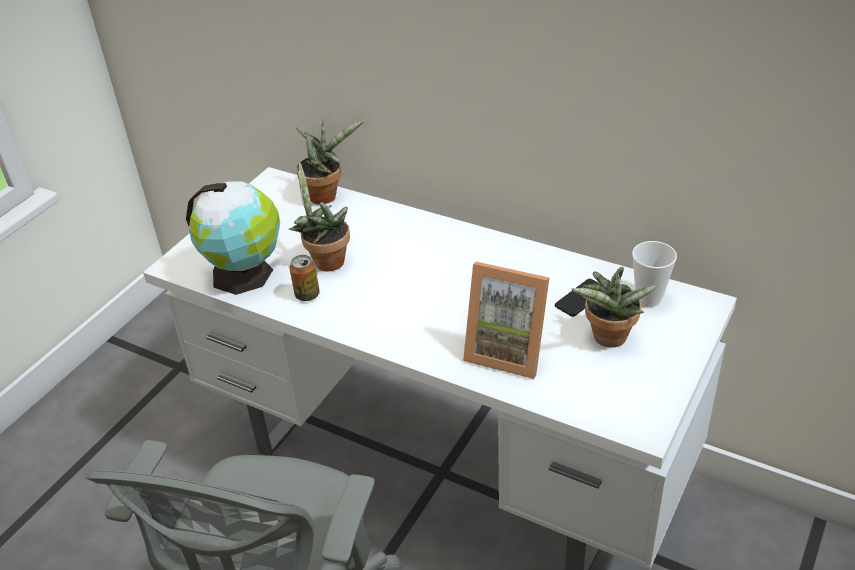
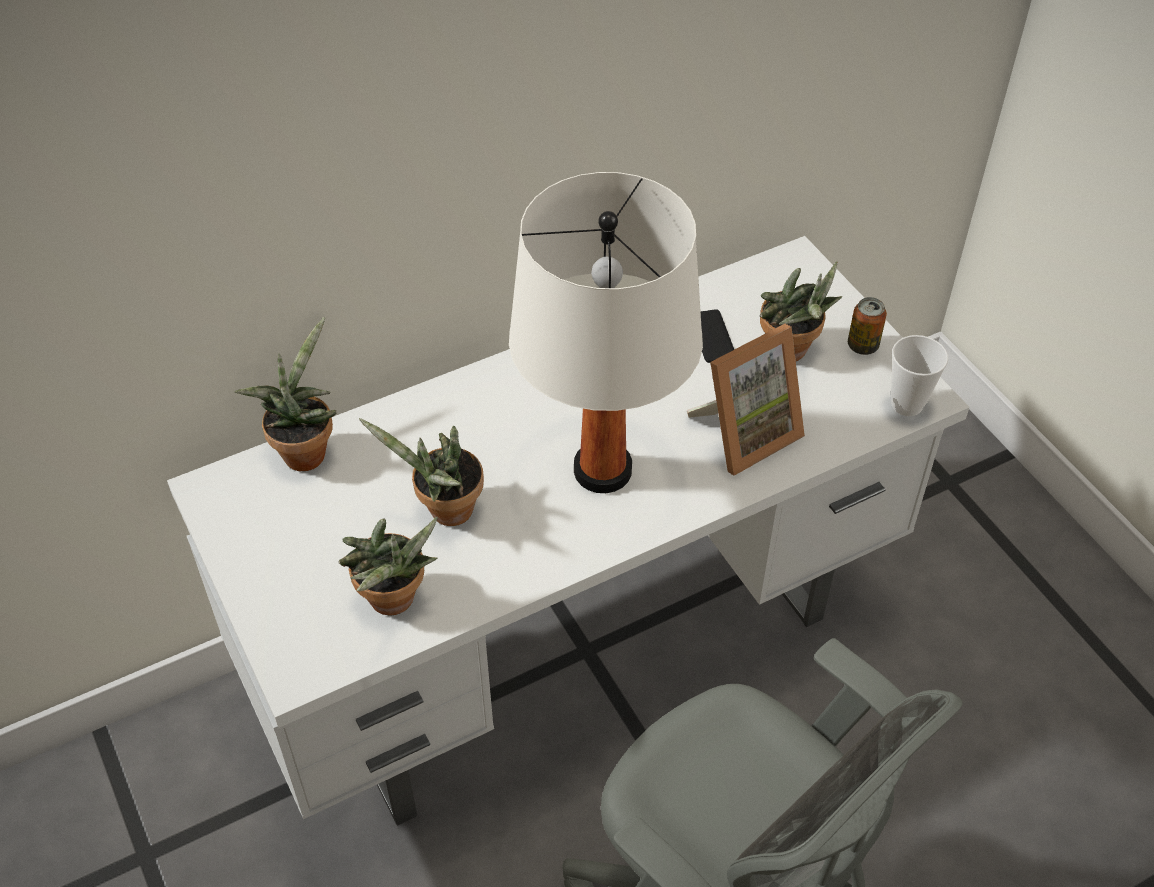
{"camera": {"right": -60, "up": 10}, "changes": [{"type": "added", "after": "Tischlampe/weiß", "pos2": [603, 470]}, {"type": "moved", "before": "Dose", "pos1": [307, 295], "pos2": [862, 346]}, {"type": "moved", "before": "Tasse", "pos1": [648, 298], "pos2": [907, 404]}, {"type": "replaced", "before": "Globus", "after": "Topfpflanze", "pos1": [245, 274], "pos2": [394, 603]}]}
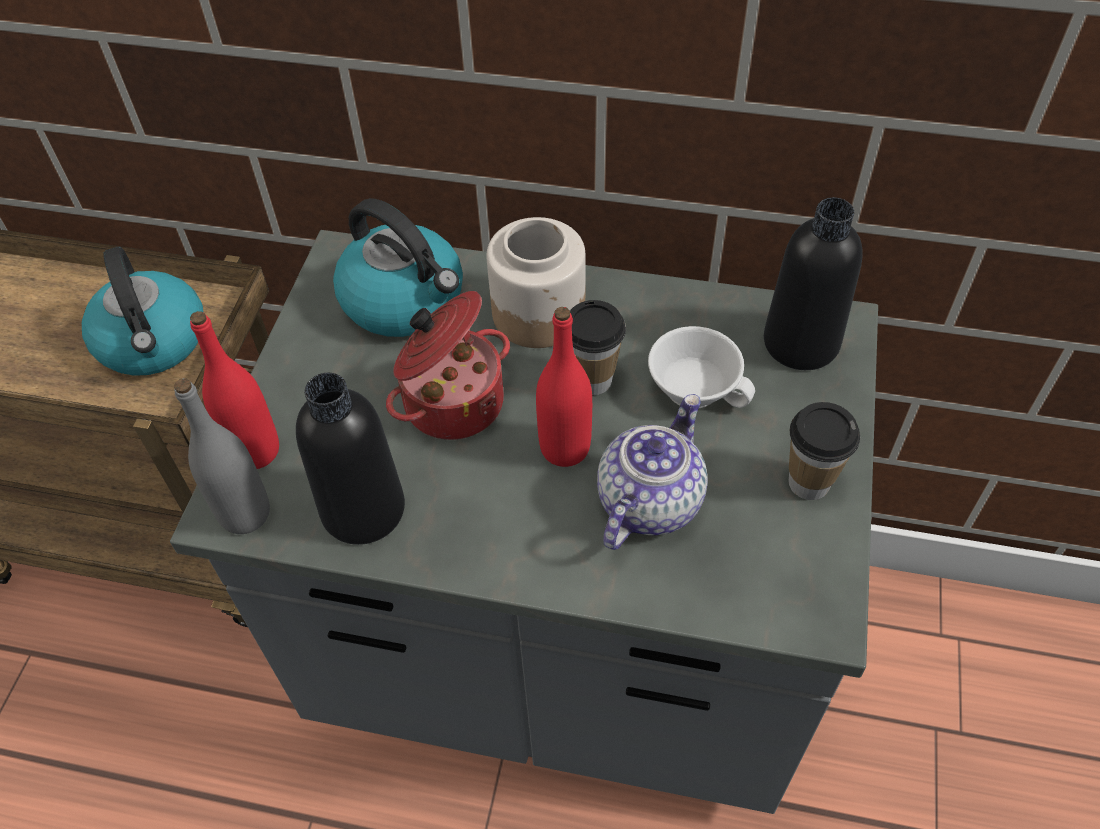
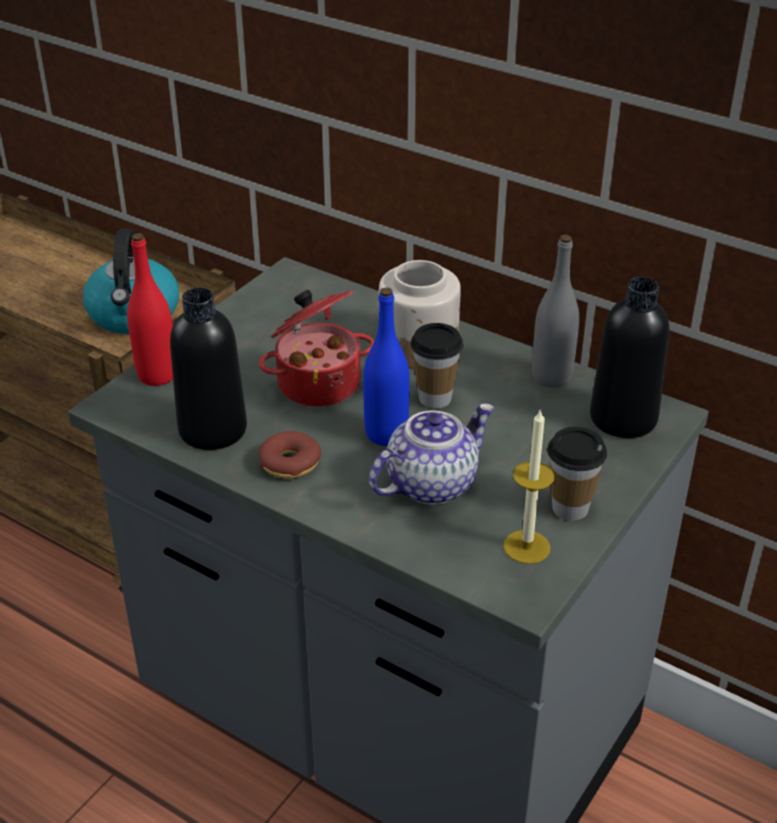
{"camera": {"right": 20, "up": -15}, "changes": [{"type": "removed", "before": "Wasserkessel", "pos1": [405, 300]}, {"type": "removed", "before": "Tasse/weiß", "pos1": [697, 386]}, {"type": "added", "after": "Donut", "pos2": [290, 463]}, {"type": "added", "after": "Kerze", "pos2": [526, 547]}, {"type": "moved", "before": "Flasche/grau", "pos1": [245, 514], "pos2": [551, 377]}, {"type": "recoloured", "before": "Flasche/rot", "after": "Flasche/blau", "pos1": [565, 448], "pos2": [386, 434]}]}
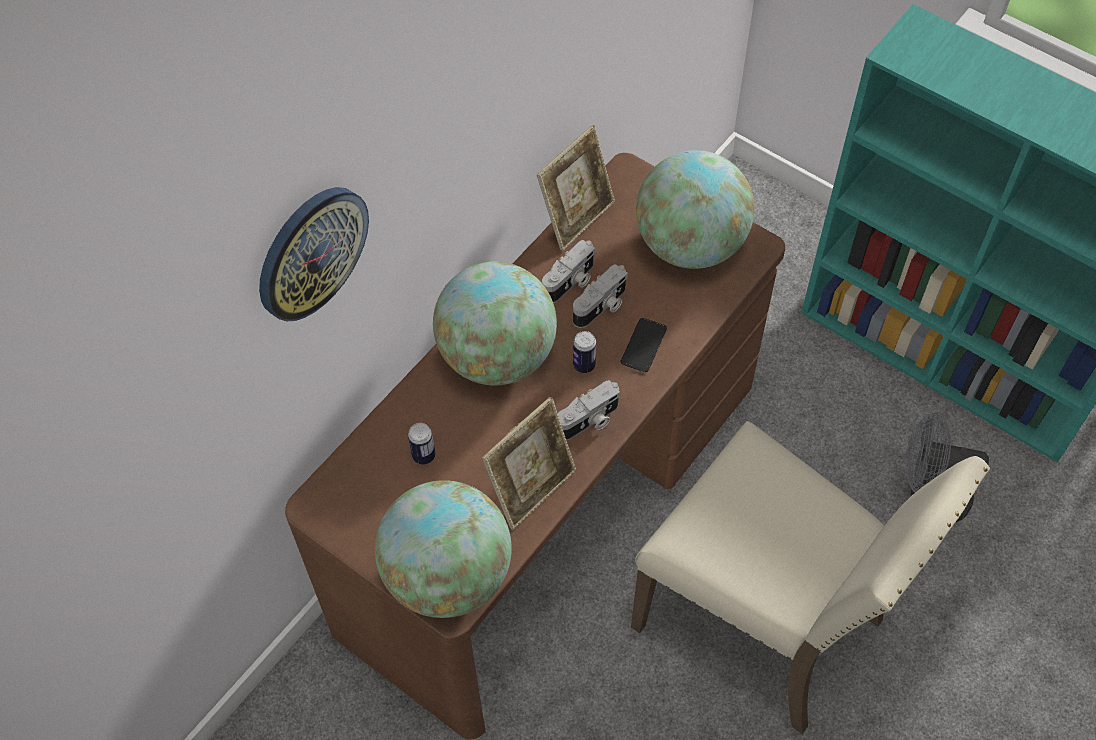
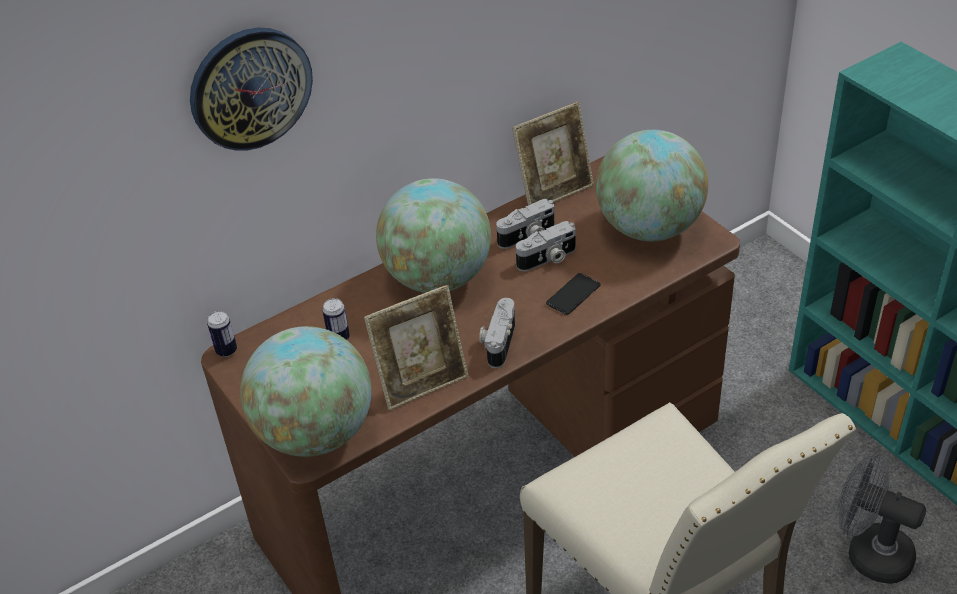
{"camera": {"right": 20, "up": -15}, "changes": [{"type": "moved", "before": "Dose", "pos1": [584, 365], "pos2": [226, 350]}, {"type": "turned", "before": "Kamera", "pos1": [589, 421], "pos2": [497, 342], "turn": 120}]}
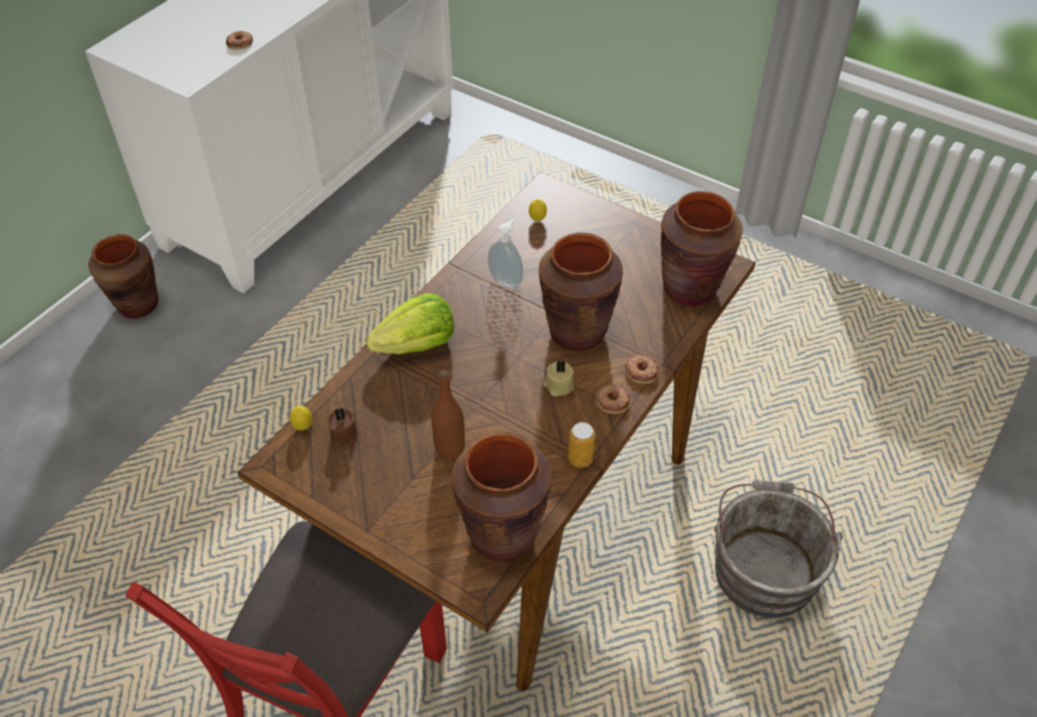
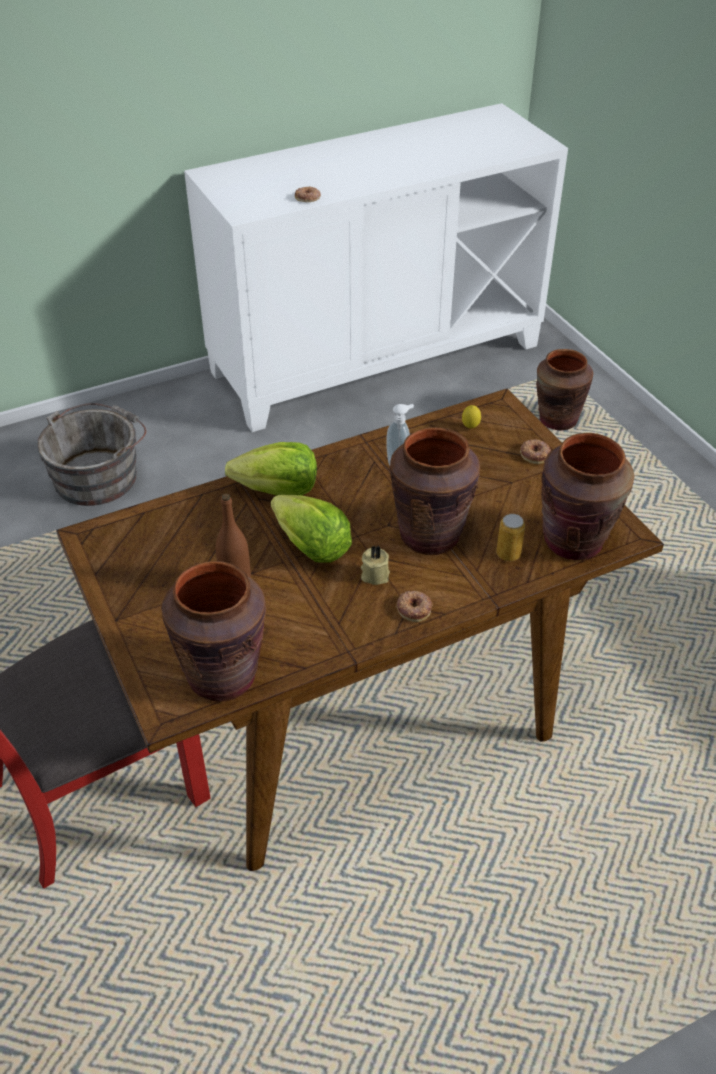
{"camera": {"right": 30, "up": -5}, "changes": [{"type": "removed", "before": "Zitrone", "pos1": [303, 427]}, {"type": "removed", "before": "Kerze/braun", "pos1": [342, 435]}, {"type": "added", "after": "Salatkopf", "pos2": [311, 546]}, {"type": "moved", "before": "Vase/braun", "pos1": [137, 305], "pos2": [557, 420]}, {"type": "moved", "before": "Dose", "pos1": [580, 459], "pos2": [508, 554]}, {"type": "moved", "before": "Donut", "pos1": [641, 371], "pos2": [535, 454]}, {"type": "moved", "before": "Eimer/grau", "pos1": [764, 566], "pos2": [99, 475]}]}
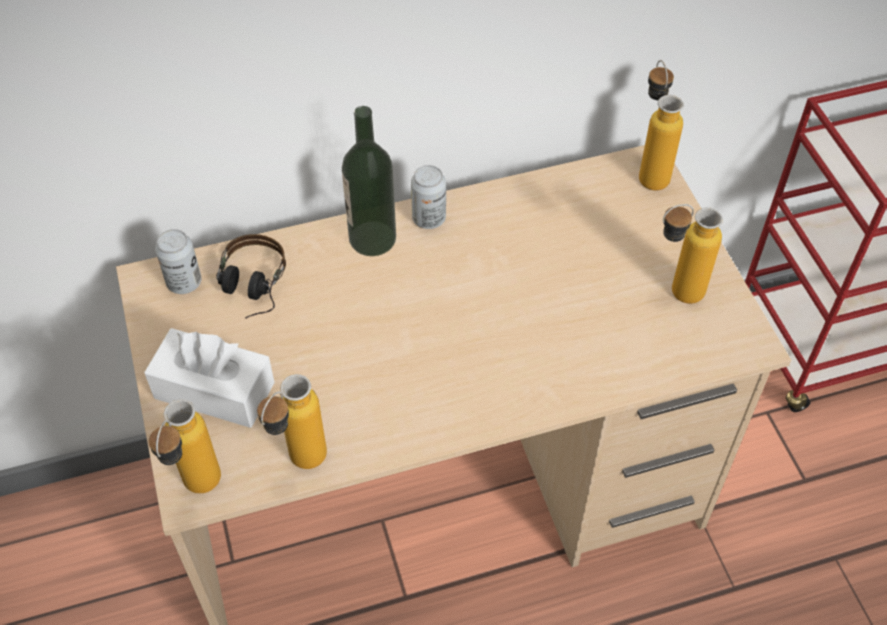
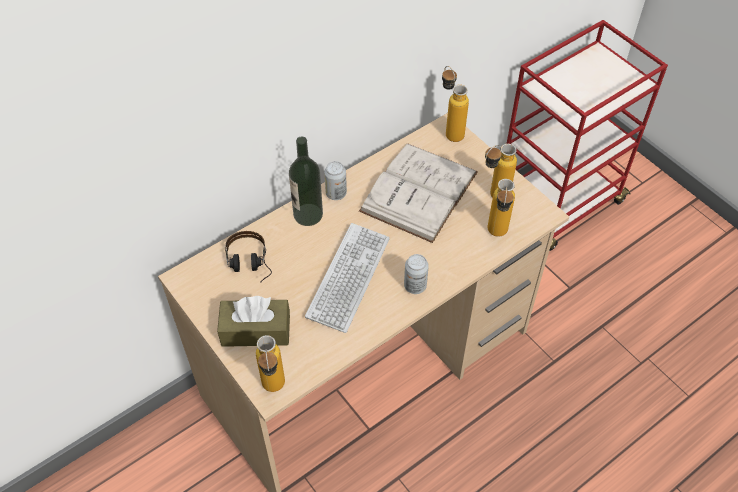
{"camera": {"right": -20, "up": 0}, "changes": [{"type": "added", "after": "Tastatur", "pos2": [348, 278]}, {"type": "added", "after": "Buch/weiß", "pos2": [419, 191]}, {"type": "moved", "before": "Dose", "pos1": [184, 282], "pos2": [415, 286]}, {"type": "moved", "before": "Flasche", "pos1": [299, 466], "pos2": [496, 236]}, {"type": "recoloured", "before": "Taschentuchbox/weiß", "after": "Taschentuchbox/braun", "pos1": [214, 390], "pos2": [256, 330]}]}
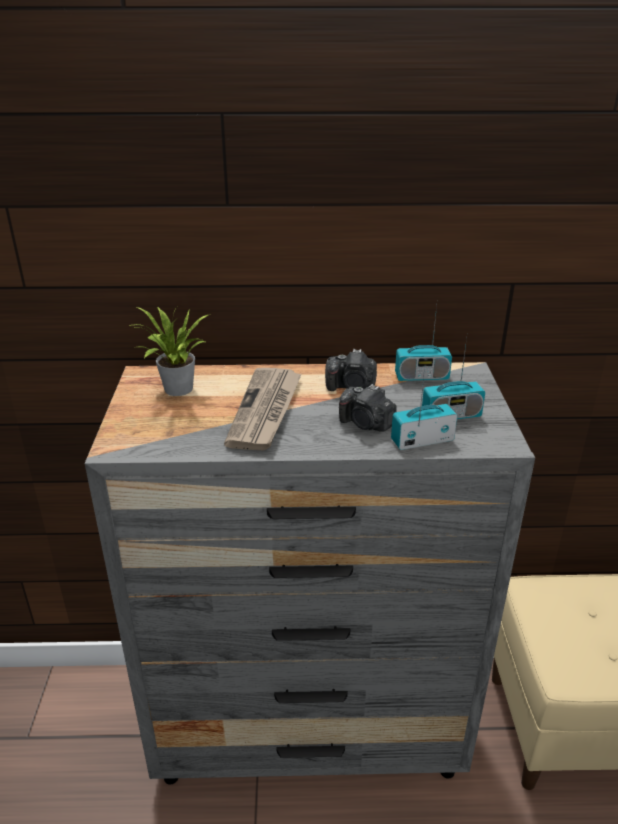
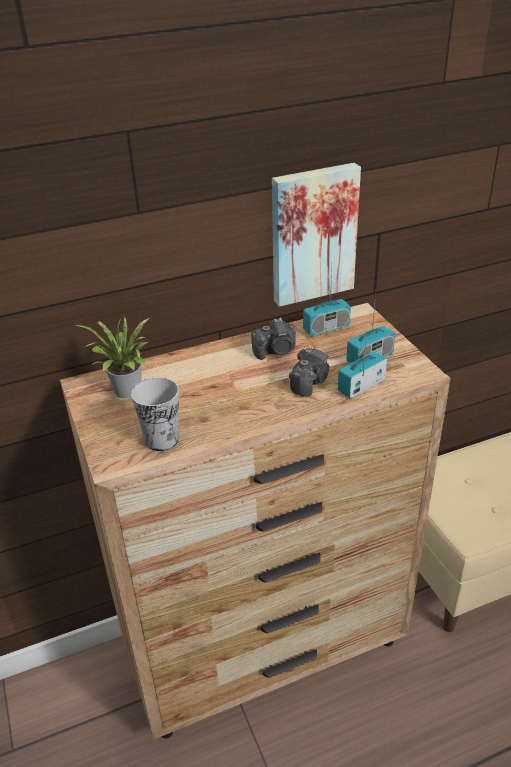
{"camera": {"right": -20, "up": 5}, "changes": [{"type": "removed", "before": "Zeitung", "pos1": [266, 411]}, {"type": "added", "after": "Tasse", "pos2": [162, 440]}, {"type": "added", "after": "Bild", "pos2": [312, 234]}, {"type": "recoloured", "before": "Kommode/grau", "after": "Kommode/braun", "pos1": [310, 725], "pos2": [265, 644]}, {"type": "turned", "before": "Kamera", "pos1": [366, 424], "pos2": [309, 382], "turn": -75}]}
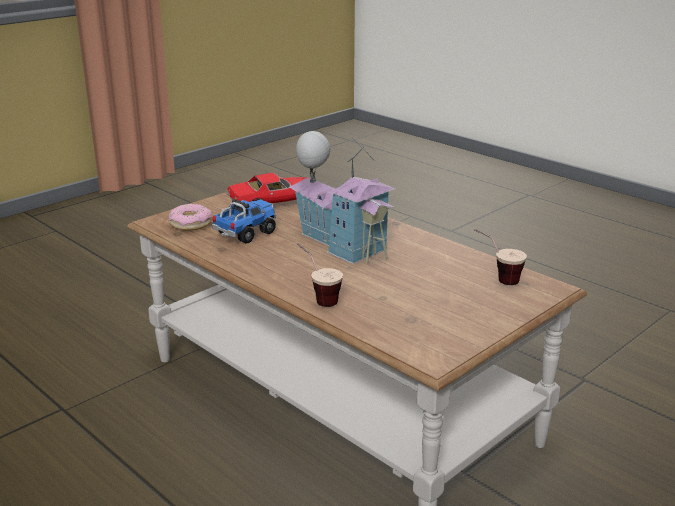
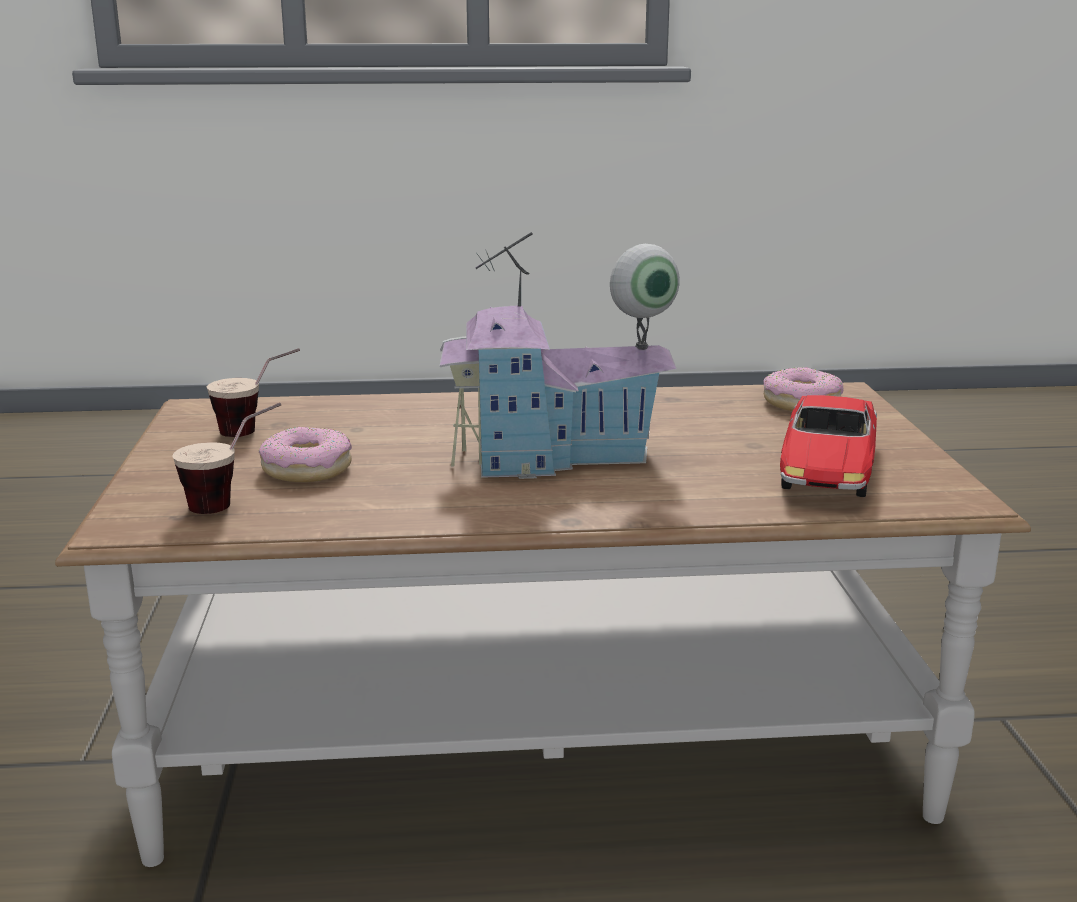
{"camera": {"right": 130, "up": -5}, "changes": [{"type": "removed", "before": "Spielzeuglaster", "pos1": [246, 234]}, {"type": "added", "after": "Donut", "pos2": [307, 469]}, {"type": "moved", "before": "Tasse", "pos1": [318, 298], "pos2": [258, 432]}]}
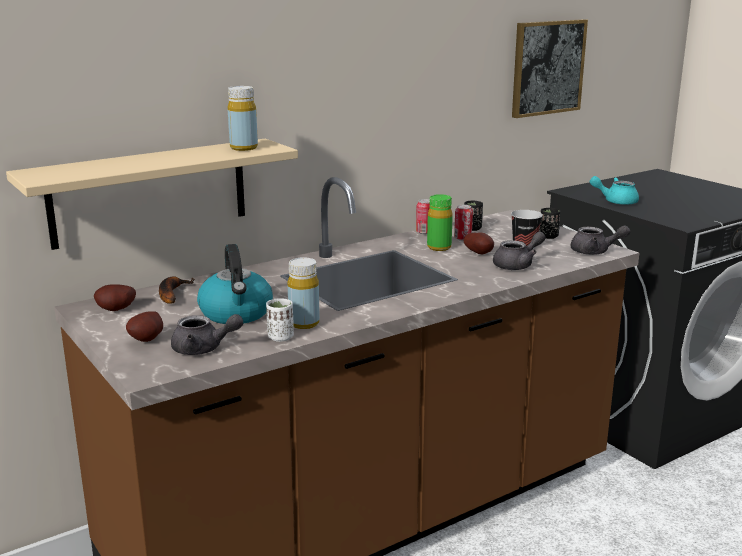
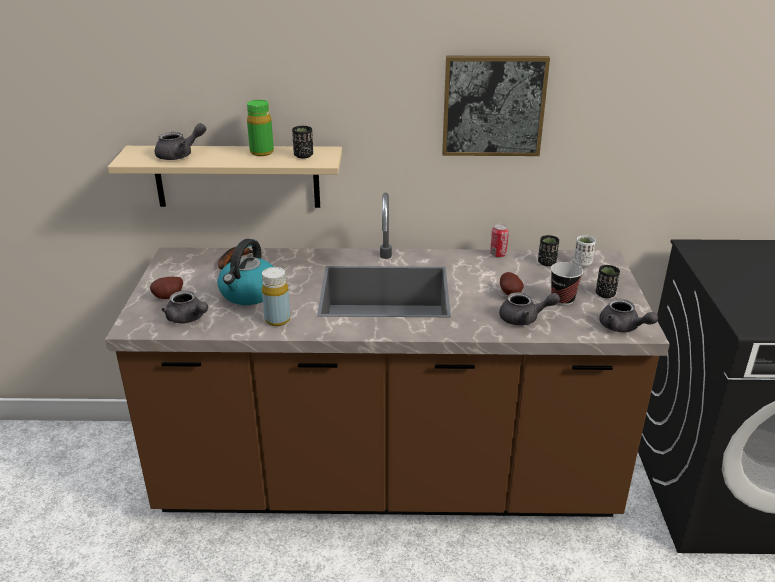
{"camera": {"right": 35, "up": 10}, "changes": [{"type": "removed", "before": "Kartoffel", "pos1": [116, 310]}, {"type": "removed", "before": "Dose", "pos1": [462, 239]}, {"type": "removed", "before": "Teekanne/türkis", "pos1": [615, 201]}, {"type": "added", "after": "Teekanne/grau", "pos2": [180, 155]}, {"type": "moved", "before": "Tasse/weiß", "pos1": [280, 337], "pos2": [582, 263]}, {"type": "moved", "before": "Flasche/grün", "pos1": [439, 247], "pos2": [262, 152]}, {"type": "moved", "before": "Bild", "pos1": [547, 67], "pos2": [493, 106]}, {"type": "replaced", "before": "Flasche/gelb", "after": "Tasse/schwarz", "pos1": [243, 148], "pos2": [303, 156]}]}
